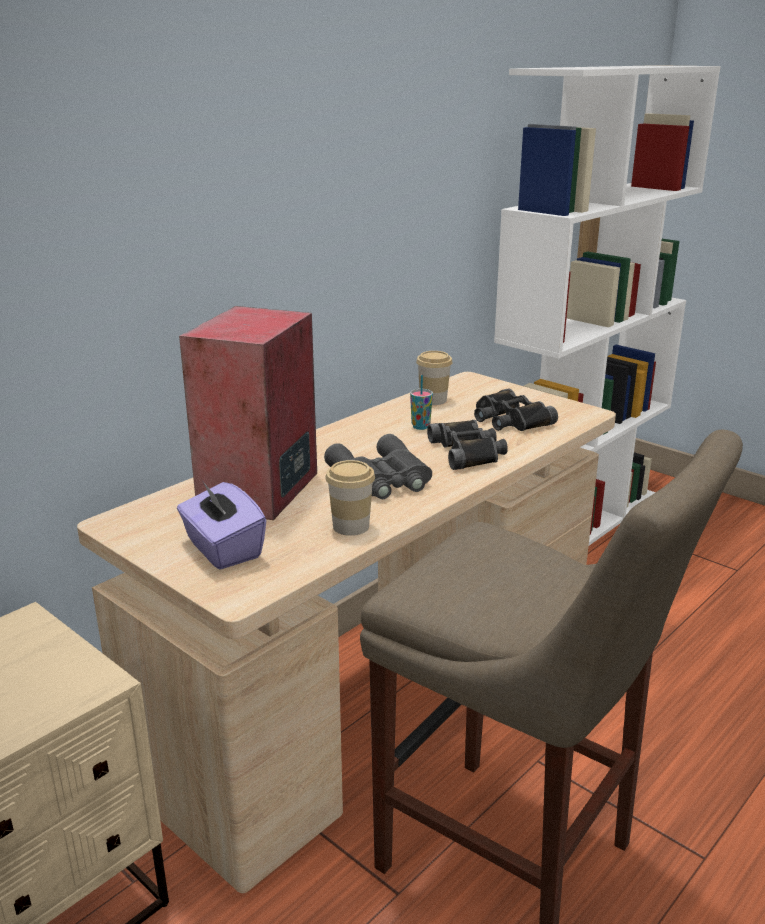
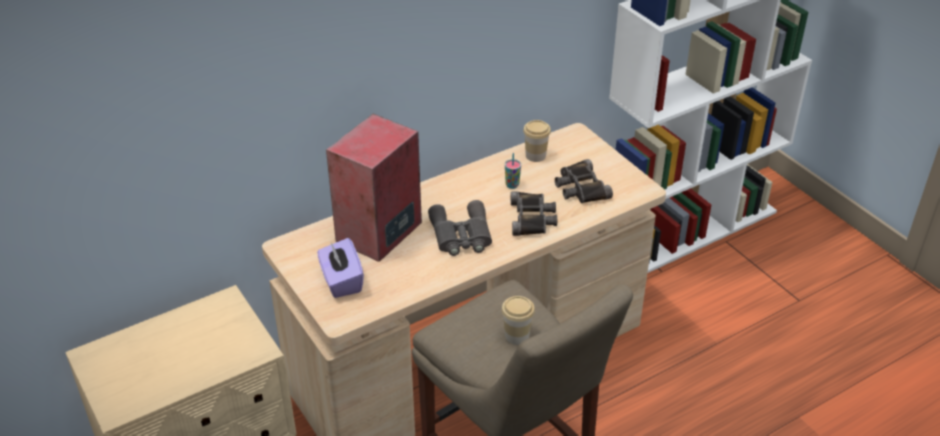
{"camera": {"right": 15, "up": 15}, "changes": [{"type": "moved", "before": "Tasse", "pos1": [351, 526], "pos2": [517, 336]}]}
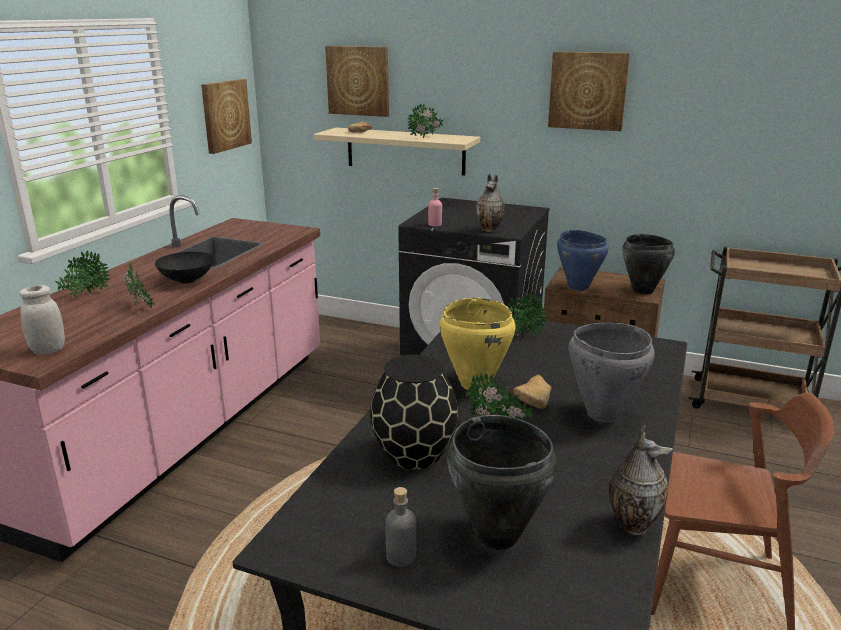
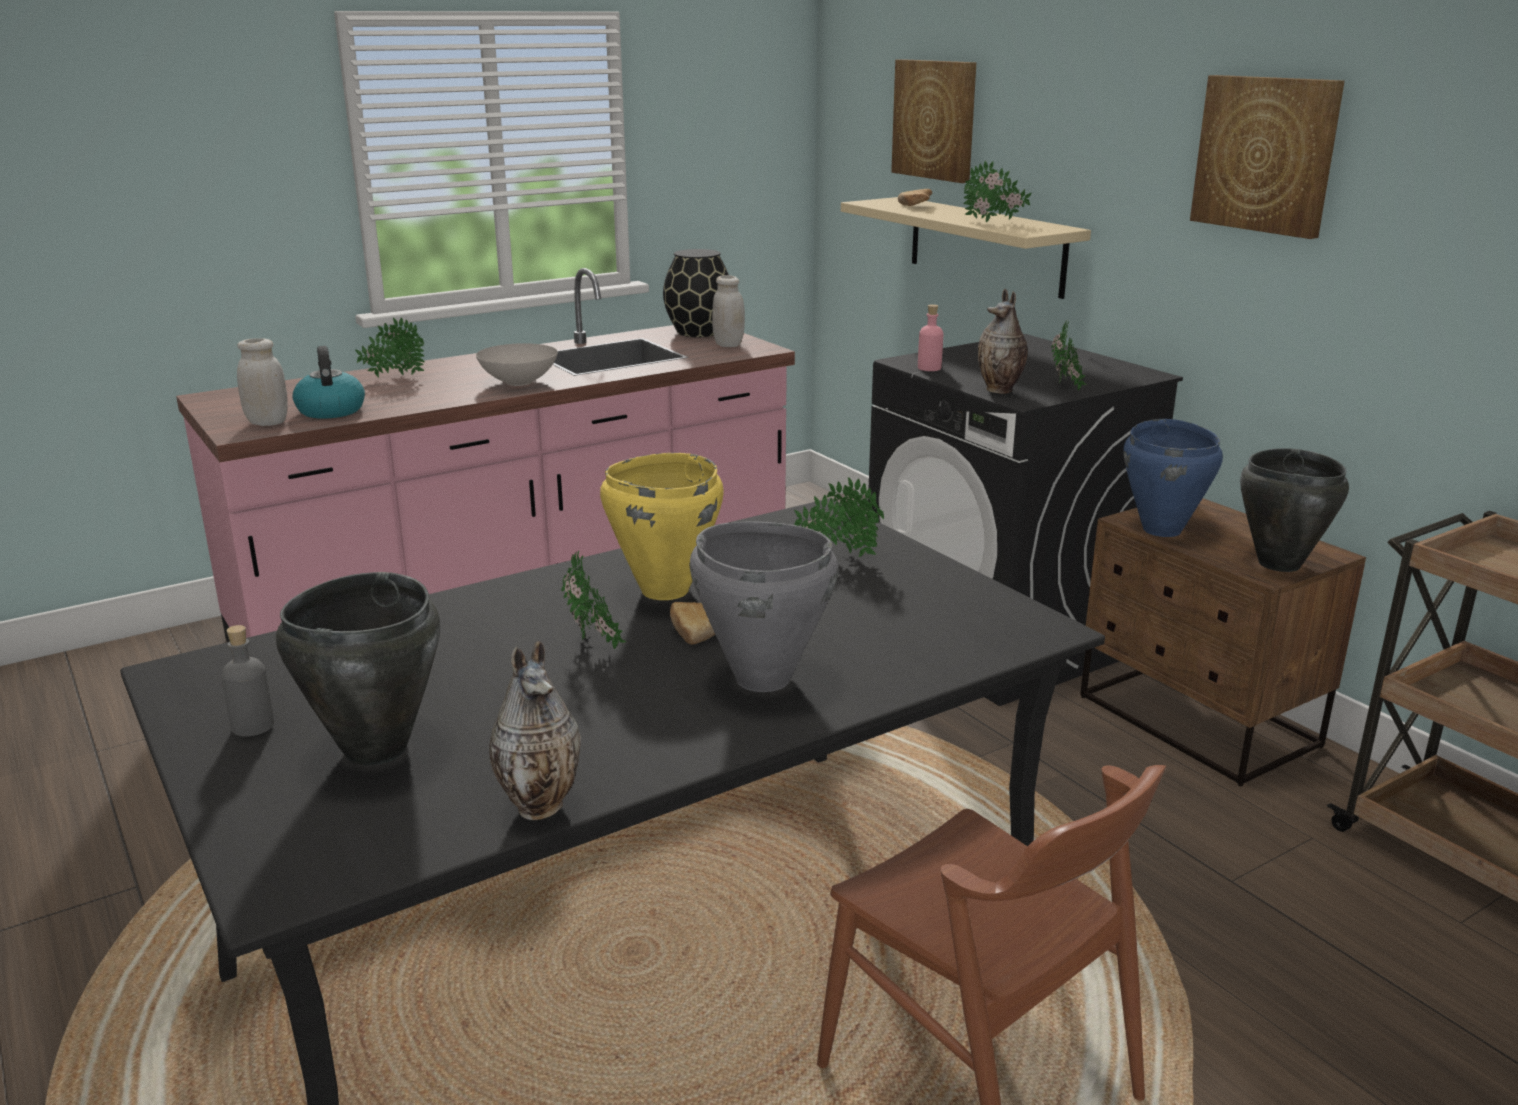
{"camera": {"right": 35, "up": 0}, "changes": [{"type": "removed", "before": "Bild", "pos1": [225, 115]}, {"type": "added", "after": "Wasserkessel", "pos2": [330, 410]}, {"type": "added", "after": "Vorratsglas/weiß", "pos2": [728, 344]}, {"type": "moved", "before": "Topfpflanze", "pos1": [142, 307], "pos2": [1065, 388]}, {"type": "moved", "before": "Vase/schwarz", "pos1": [415, 453], "pos2": [699, 332]}, {"type": "recoloured", "before": "Schüssel/schwarz", "after": "Schüssel/weiß", "pos1": [187, 280], "pos2": [518, 383]}]}
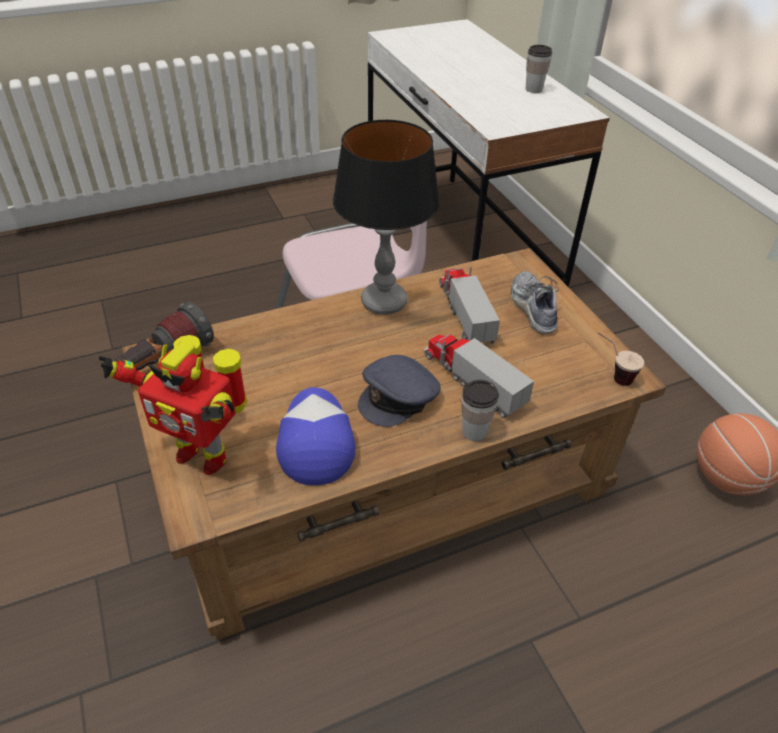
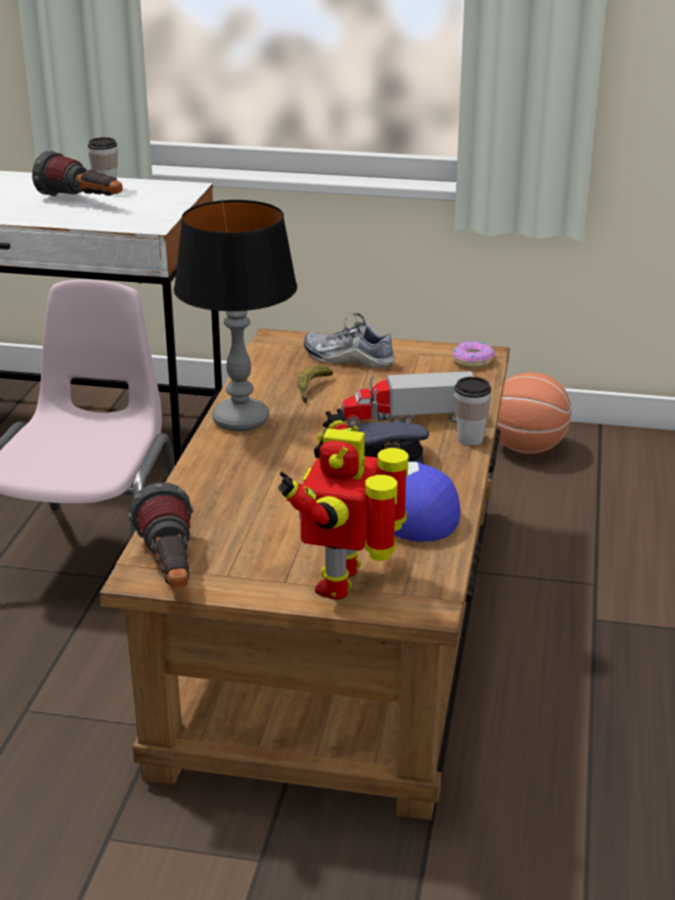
{"camera": {"right": -55, "up": -15}, "changes": [{"type": "added", "after": "Taschenlampe", "pos2": [83, 202]}, {"type": "replaced", "before": "Spielzeuglaster", "after": "Banane", "pos1": [464, 313], "pos2": [312, 389]}, {"type": "replaced", "before": "Tasse", "after": "Donut", "pos1": [612, 375], "pos2": [472, 360]}, {"type": "turned", "before": "Spielzeugroboter", "pos1": [202, 453], "pos2": [344, 581], "turn": 135}]}
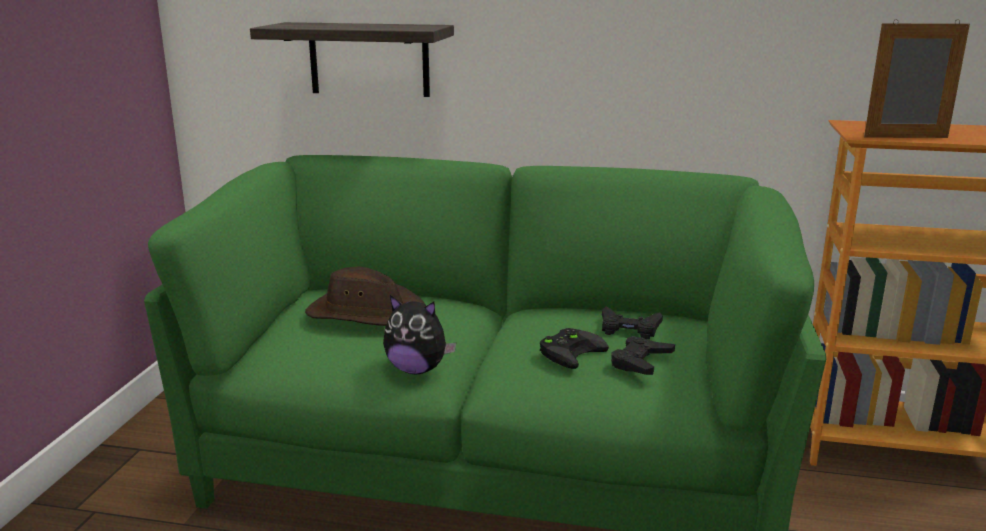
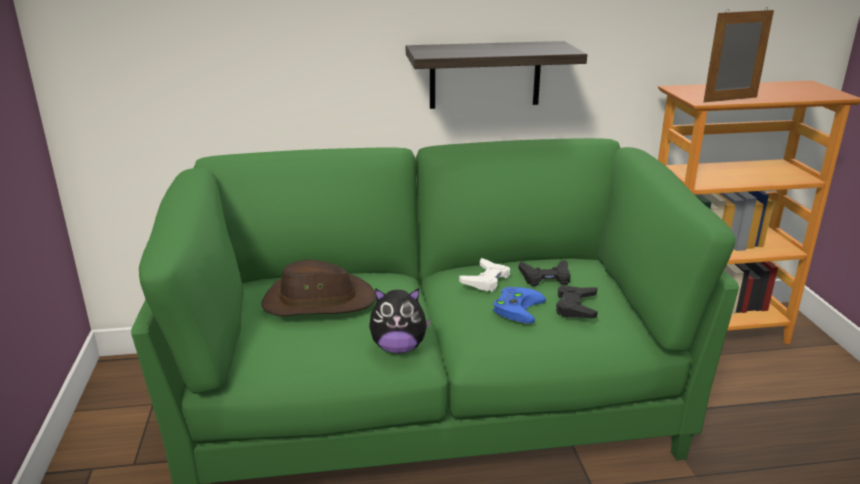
{"camera": {"right": -20, "up": 5}, "changes": [{"type": "added", "after": "Gamepad/weiß", "pos2": [486, 280]}, {"type": "moved", "before": "Wandregal", "pos1": [369, 59], "pos2": [485, 75]}, {"type": "recoloured", "before": "Gamepad/schwarz", "after": "Gamepad/blau", "pos1": [570, 351], "pos2": [516, 307]}]}
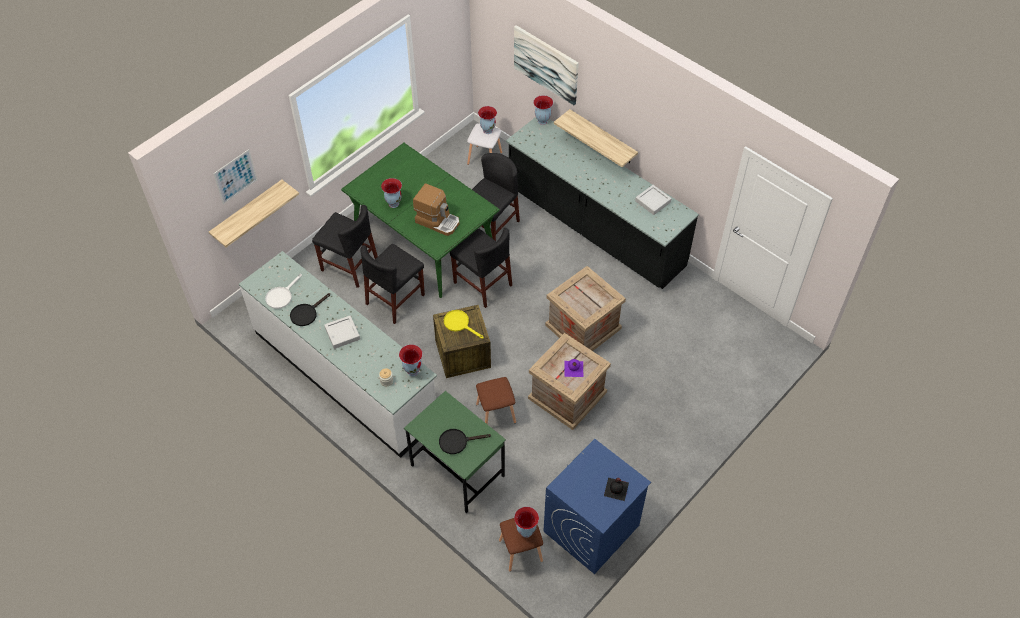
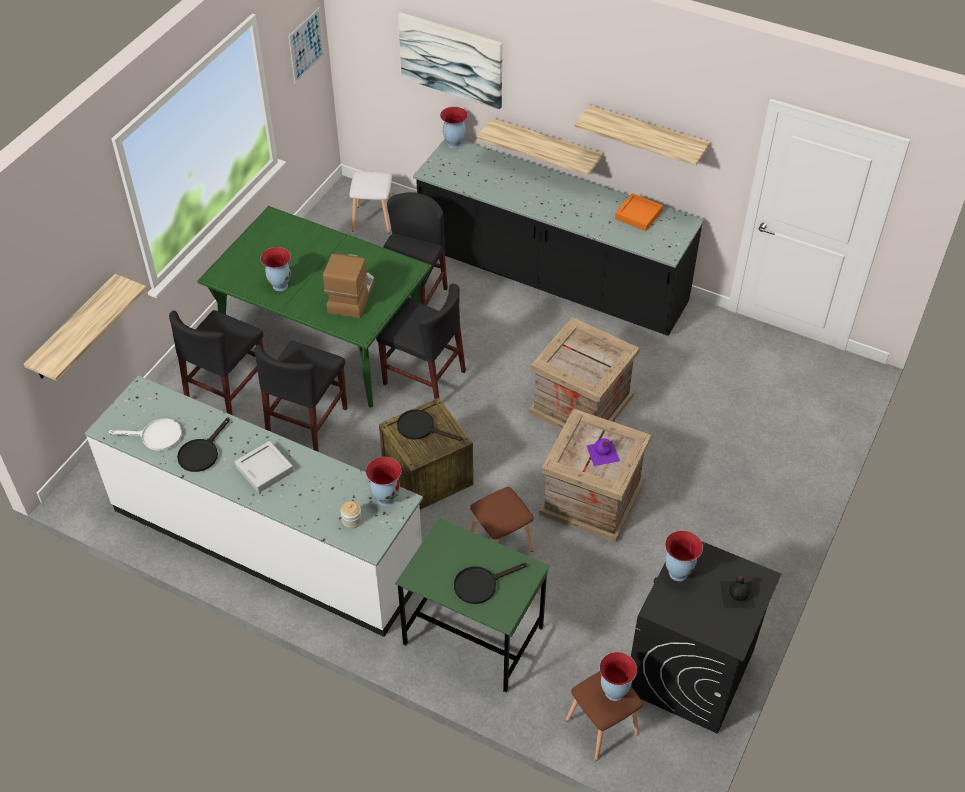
{"camera": {"right": -15, "up": -5}, "changes": [{"type": "added", "after": "Wandregal", "pos2": [647, 135]}, {"type": "moved", "before": "Bild", "pos1": [235, 176], "pos2": [306, 45]}, {"type": "moved", "before": "Vase", "pos1": [487, 130], "pos2": [678, 572]}, {"type": "recoloured", "before": "Pfanne/gelb", "after": "Pfanne/schwarz", "pos1": [459, 323], "pos2": [421, 428]}, {"type": "recoloured", "before": "Waschmaschine/blau", "after": "Waschmaschine/schwarz", "pos1": [591, 529], "pos2": [690, 671]}, {"type": "recoloured", "before": "Tablett/grau", "after": "Tablett/orange", "pos1": [653, 201], "pos2": [638, 215]}, {"type": "turned", "before": "Pfanne/weiß", "pos1": [281, 296], "pos2": [156, 436], "turn": -105}, {"type": "turned", "before": "Stuhl/schwarz", "pos1": [349, 266], "pos2": [227, 391], "turn": 105}, {"type": "turned", "before": "Kaffeemaschine", "pos1": [438, 221], "pos2": [350, 296], "turn": -90}]}
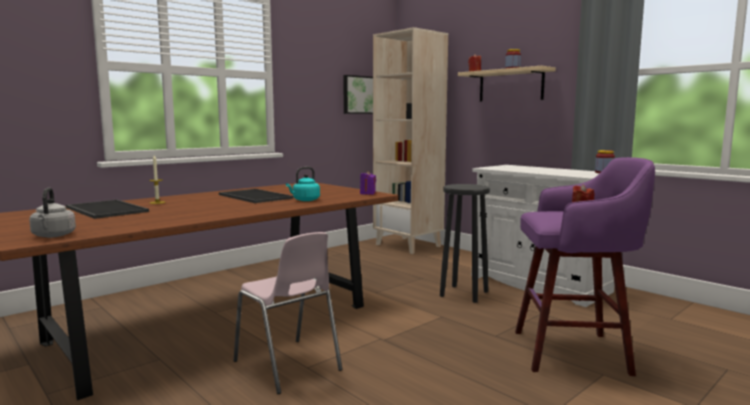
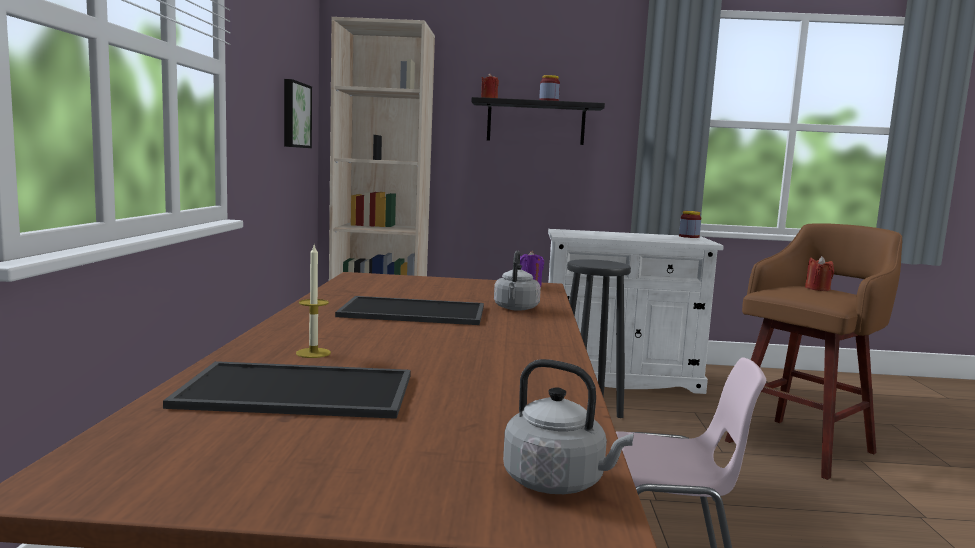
{"camera": {"right": -45, "up": 0}, "changes": [{"type": "recoloured", "before": "Wasserkessel/türkis", "after": "Wasserkessel/grau", "pos1": [305, 200], "pos2": [515, 308]}, {"type": "recoloured", "before": "Wandregal/beige", "after": "Wandregal/schwarz", "pos1": [510, 85], "pos2": [536, 122]}, {"type": "recoloured", "before": "Hocker/lila", "after": "Hocker/braun", "pos1": [574, 352], "pos2": [802, 446]}]}
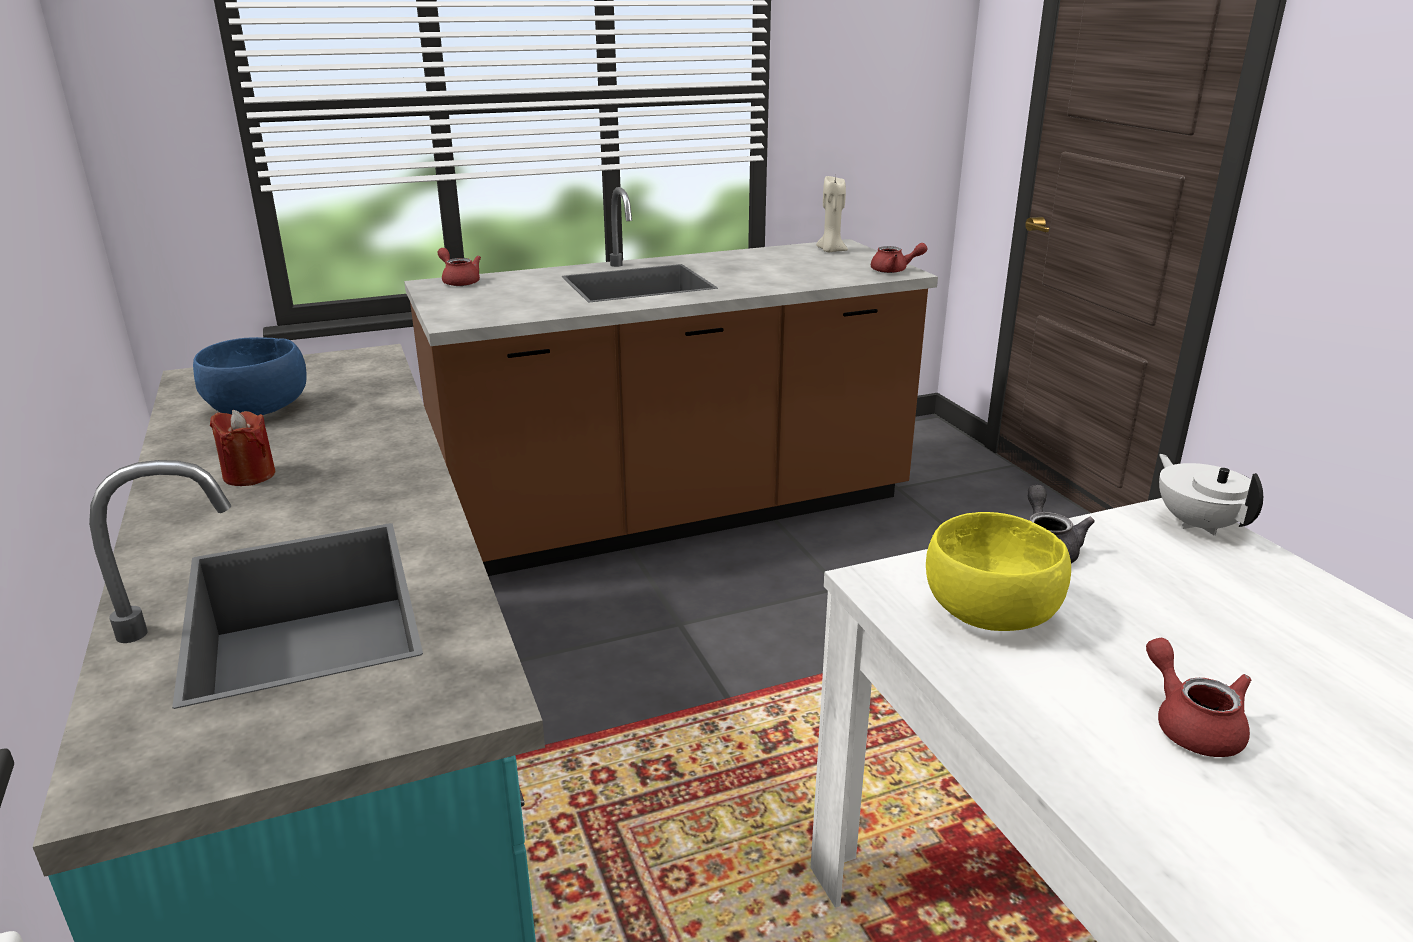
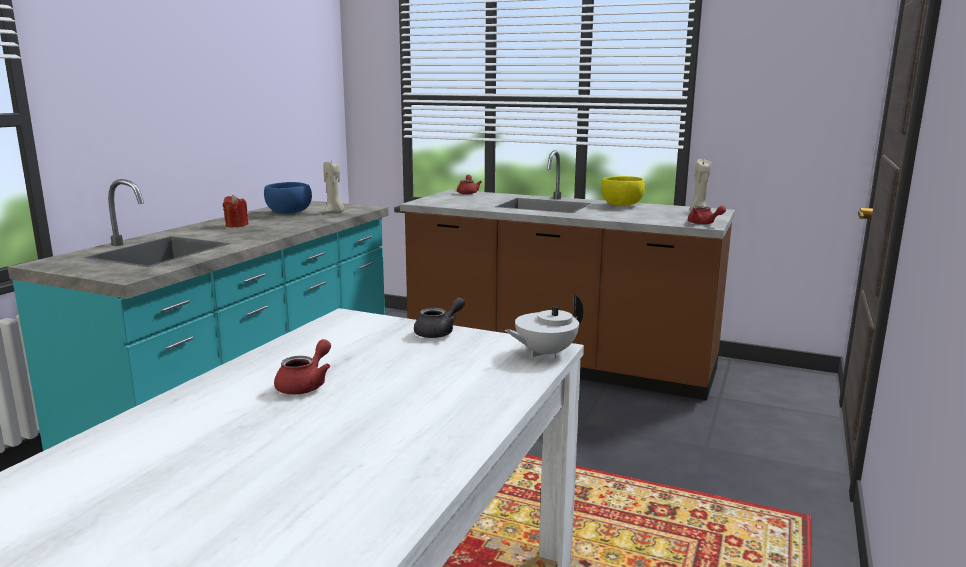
{"camera": {"right": 45, "up": -10}, "changes": [{"type": "added", "after": "Kerze/beige", "pos2": [334, 212]}, {"type": "moved", "before": "Schüssel/gelb", "pos1": [991, 614], "pos2": [621, 205]}, {"type": "turned", "before": "Teekanne/weiß", "pos1": [1198, 524], "pos2": [544, 353], "turn": -150}]}
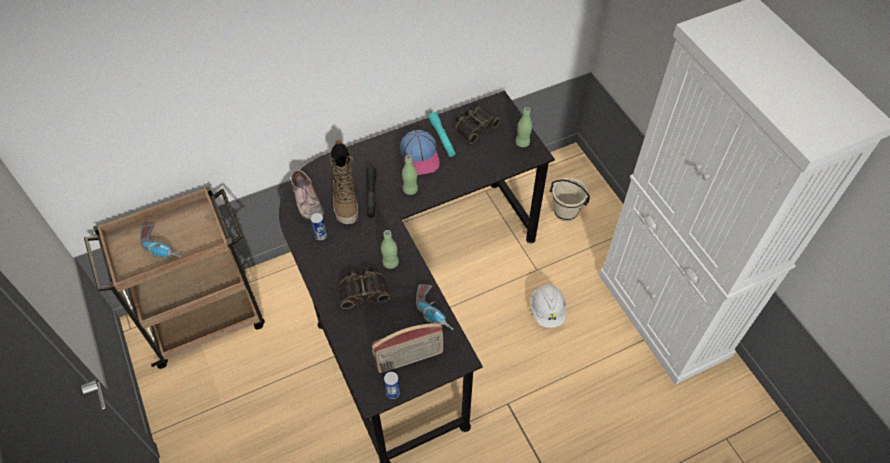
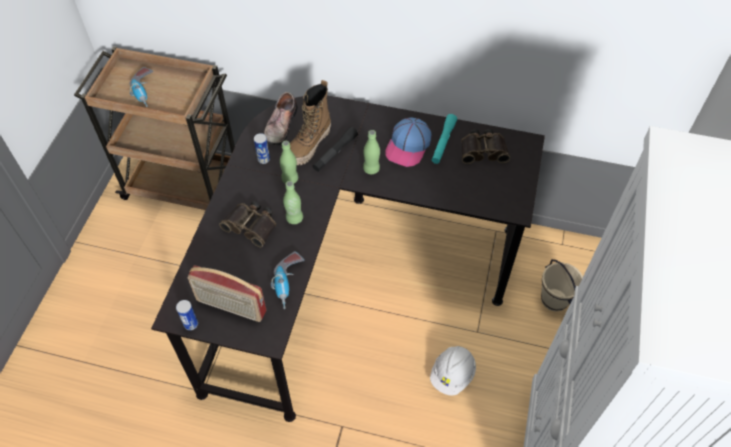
{"camera": {"right": 40, "up": 0}, "changes": [{"type": "moved", "before": "Flasche/grün", "pos1": [522, 143], "pos2": [290, 179]}]}
